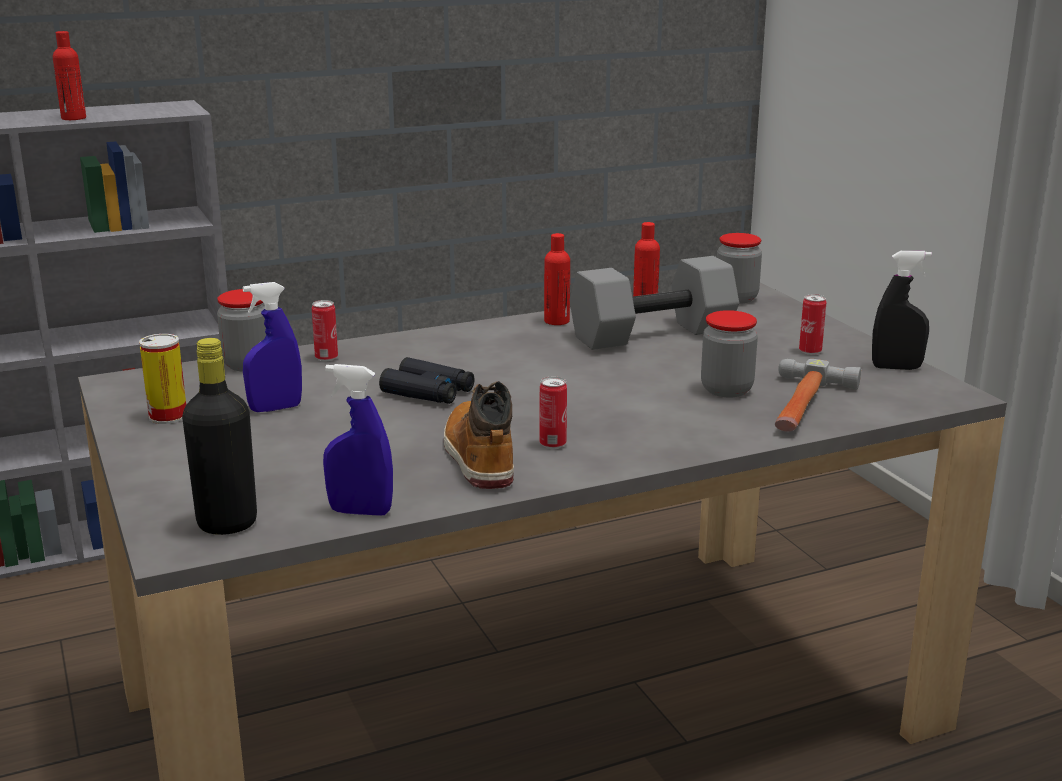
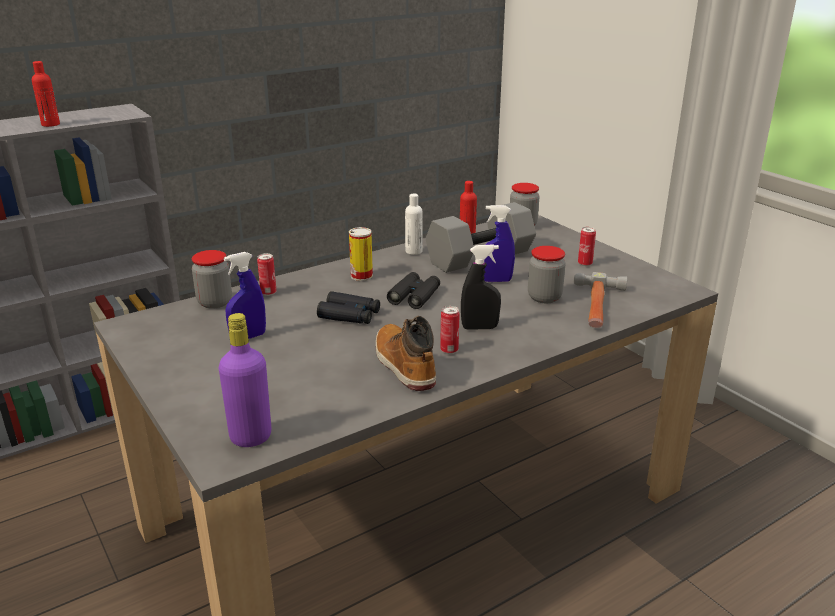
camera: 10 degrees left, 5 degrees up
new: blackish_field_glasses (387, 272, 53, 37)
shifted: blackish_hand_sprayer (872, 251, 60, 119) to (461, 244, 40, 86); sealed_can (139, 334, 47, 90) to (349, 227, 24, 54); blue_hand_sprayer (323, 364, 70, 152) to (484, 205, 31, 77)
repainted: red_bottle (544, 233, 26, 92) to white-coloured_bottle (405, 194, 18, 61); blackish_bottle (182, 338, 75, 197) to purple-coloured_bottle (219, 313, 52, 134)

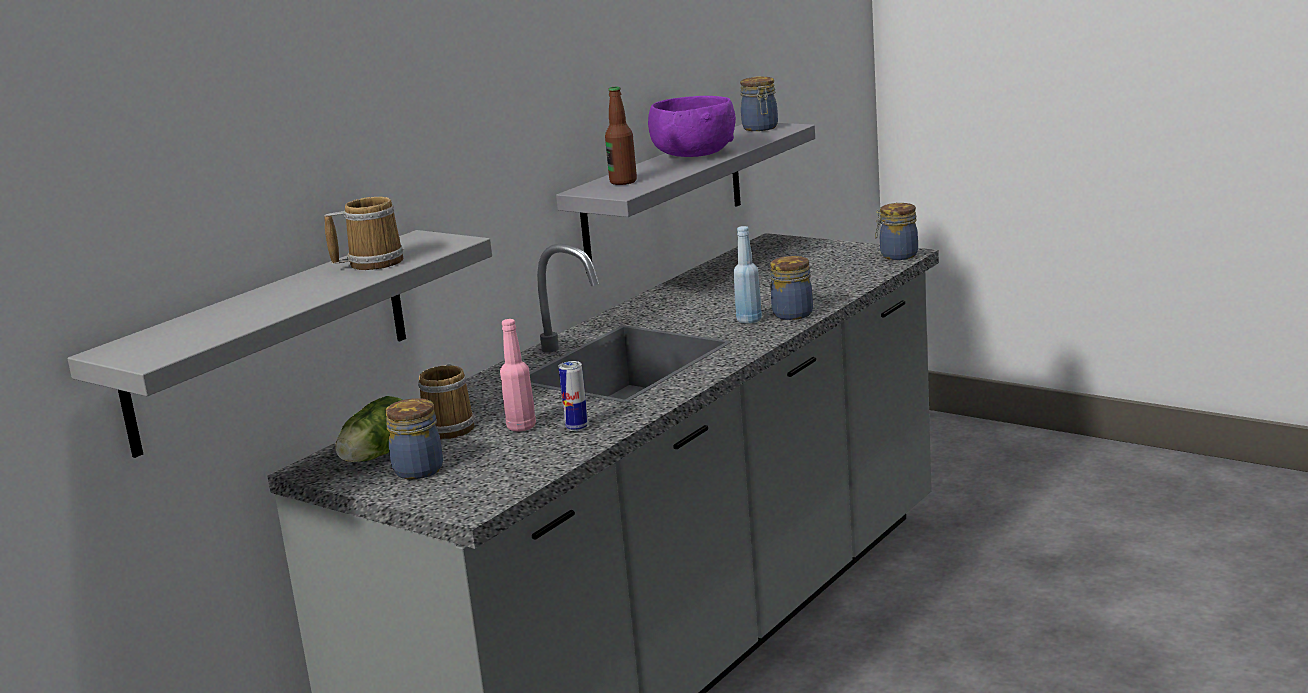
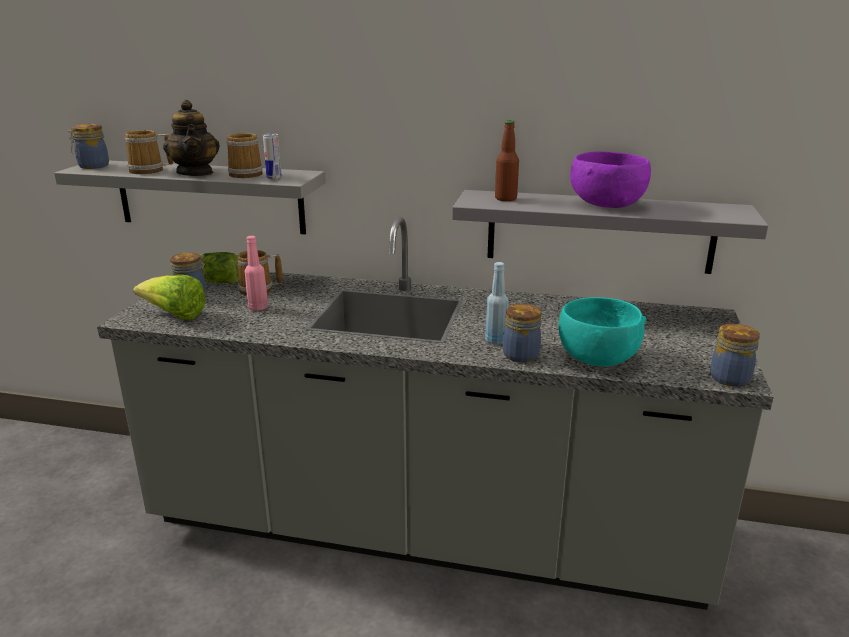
camera: 65 degrees right, 5 degrees up
new: pot_for_tea (163, 100, 57, 76); tea_mug (125, 130, 48, 44); lettuce (133, 275, 73, 45); turquoise_serving_bowl (559, 297, 87, 69)
shifted: storage_jar (740, 76, 38, 55) to (68, 124, 41, 45); sealed_can (558, 361, 30, 70) to (263, 133, 18, 47)

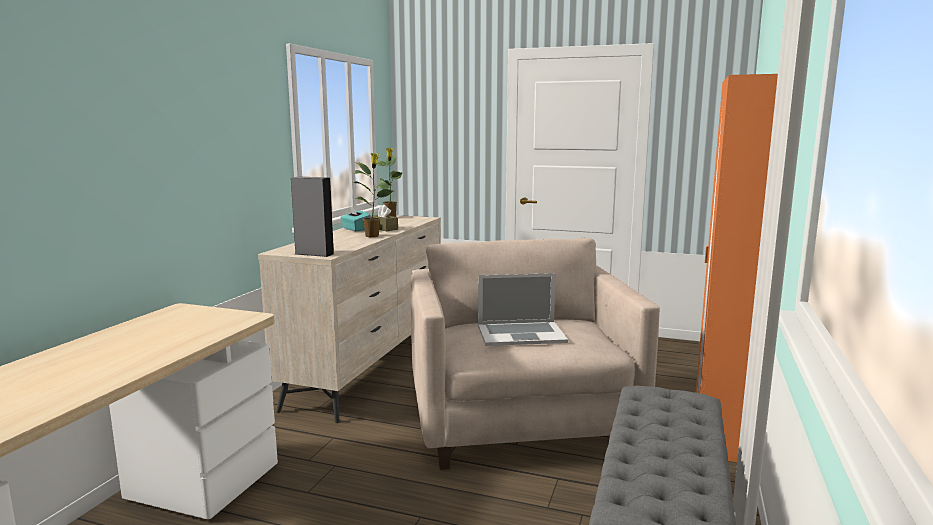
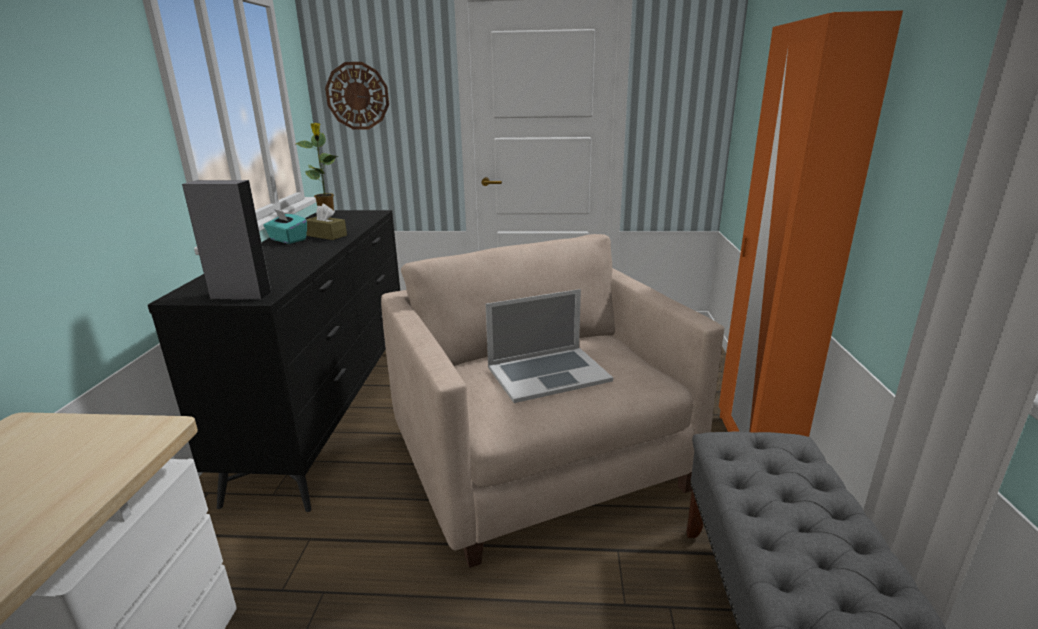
camera: 15 degrees left, 10 degrees up
gone: plant_in_a_pot (353, 153, 40, 84)
new: hanging_clock (325, 62, 64, 68)
repainted: sand-coloured_dresser (258, 215, 183, 208) to blackish_dresser (148, 210, 252, 302)

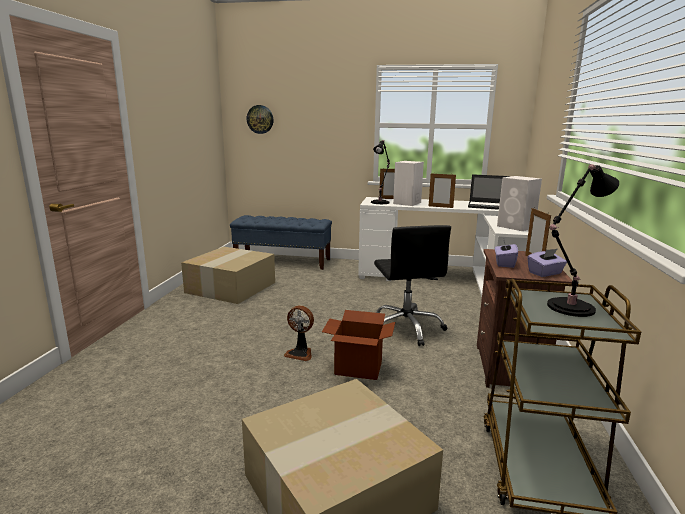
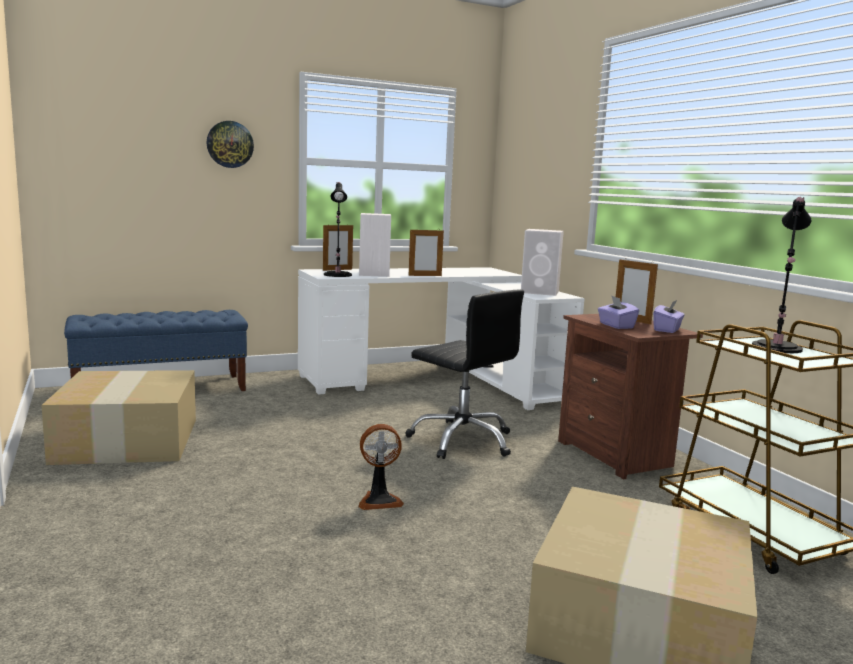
camera: 35 degrees left, 5 degrees down
gone: portable_computer (468, 174, 42, 36); packing_box (322, 310, 73, 70)
shifted: hanging_clock (247, 105, 27, 29) to (207, 121, 47, 47)

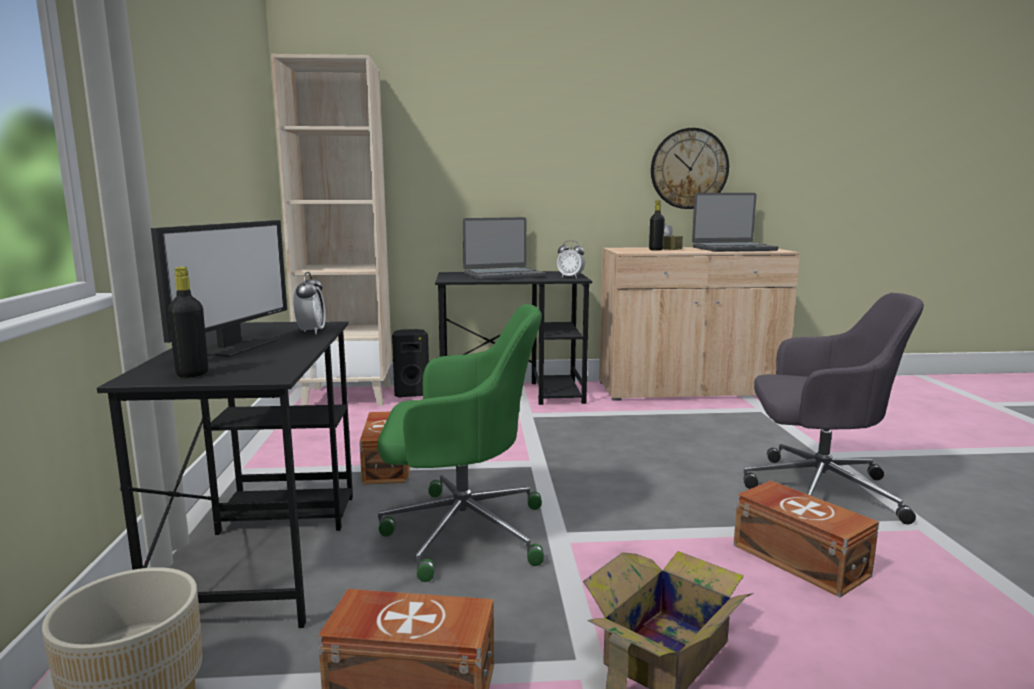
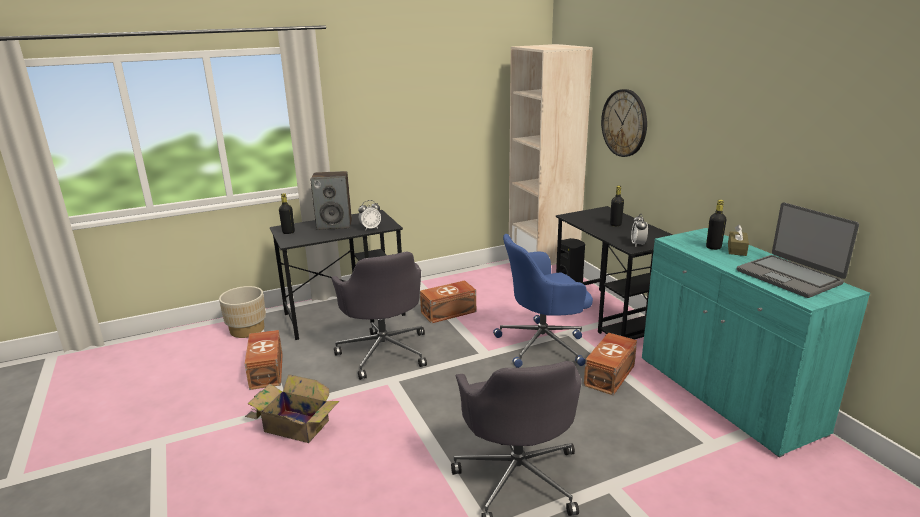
camera: 70 degrees right, 10 degrees up
new: blue_computer_chair (493, 234, 100, 134)
shifted: hanging_clock (651, 128, 78, 81) to (601, 89, 46, 68); brown-coloured_storage_box (733, 480, 146, 117) to (584, 332, 53, 63)
swapped: portable_computer (463, 217, 83, 63) to blackish_bottle (610, 186, 14, 40); monitor (151, 220, 136, 137) to loudspeaker (310, 171, 42, 59)
repainted: sand-coloured_cabinet (599, 247, 201, 154) to turquoise_cabinet (642, 228, 228, 230); greenish_computer_chair (378, 304, 166, 278) to gray_computer_chair (331, 251, 96, 129)

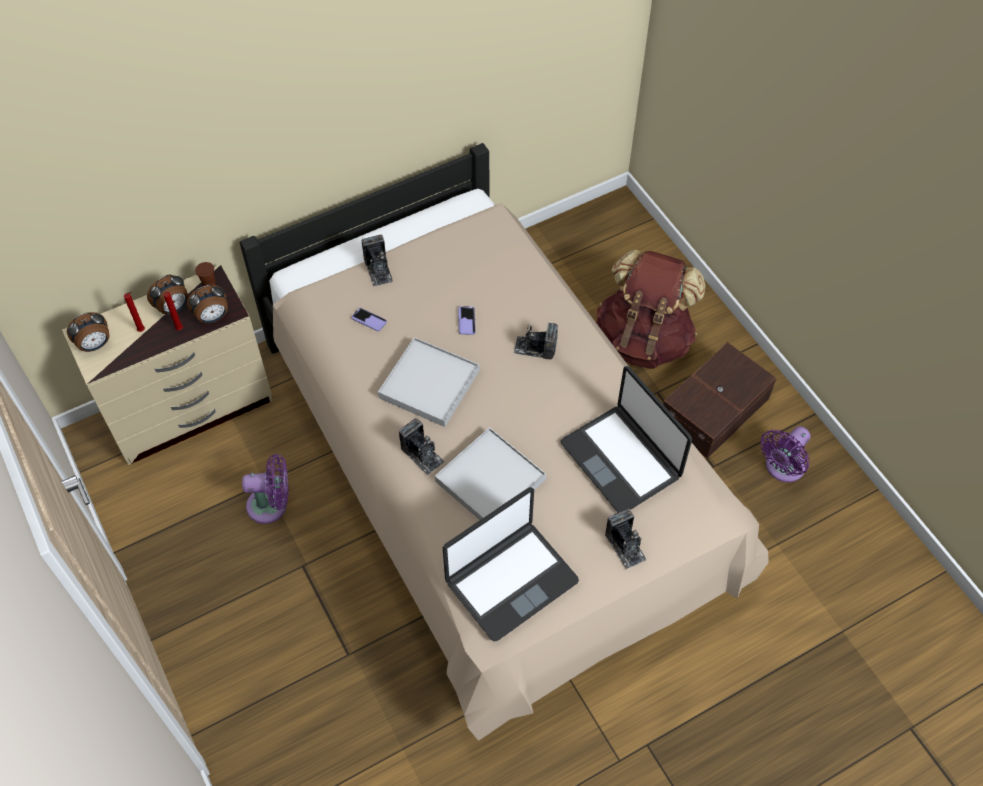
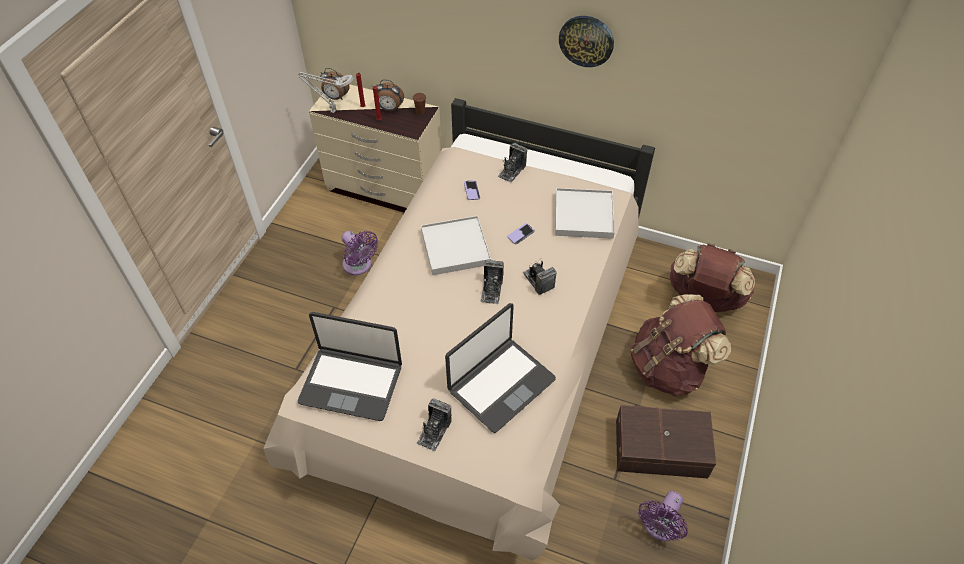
camera: 50 degrees right, 5 degrees down
gone: bedside_clock (187, 285, 41, 38)
new: hanging_clock (559, 16, 55, 51); gray_lamp_for_a_table (298, 72, 55, 41); brown-coloured_knapsack (669, 243, 86, 69)
shifted: still_camera (399, 418, 45, 57) to (480, 260, 24, 44); white-coloured_tray (435, 427, 111, 93) to (555, 188, 60, 51)
rotated: portable_computer (561, 366, 131, 147) = (445, 303, 111, 130) 150 degrees counterclockwise; purple-coloured_fan (760, 426, 51, 56) = (638, 491, 50, 50) 60 degrees counterclockwise

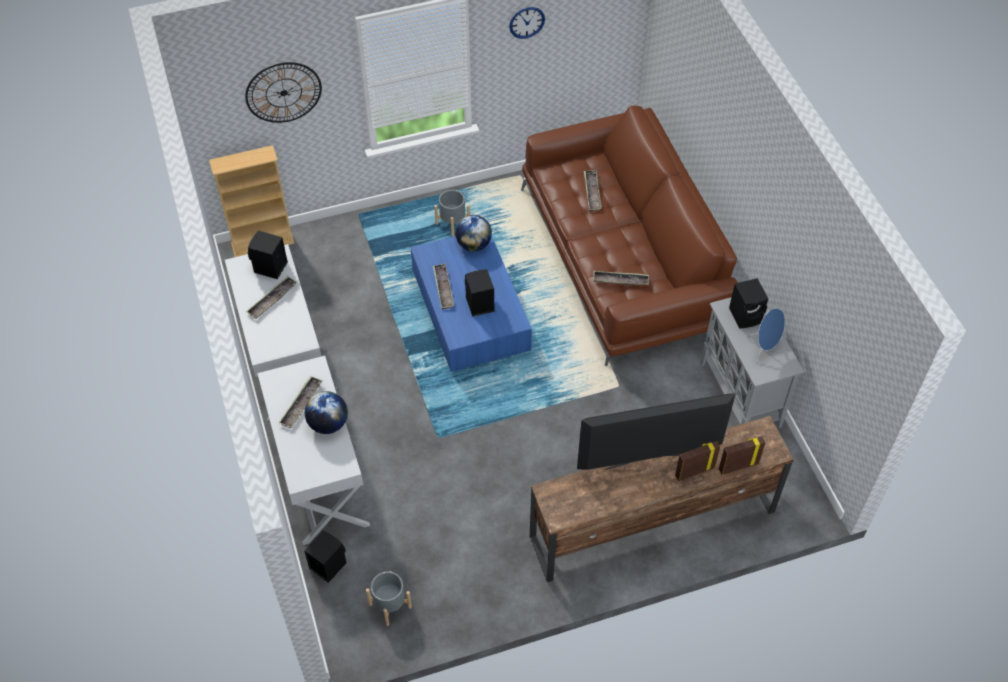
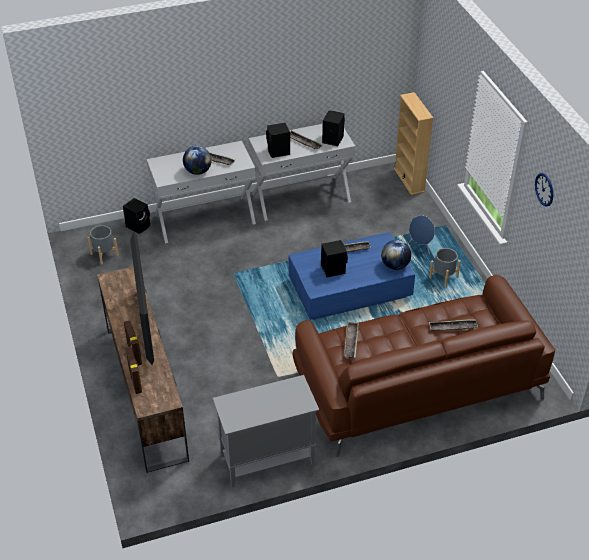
camera: 90 degrees right, 10 degrees down
gone: hanging_clock (245, 62, 77, 61)
shifted: blackish_loudspeaker (729, 278, 39, 50) to (266, 123, 24, 35); blue_loudspeaker (746, 308, 39, 55) to (409, 215, 26, 39)

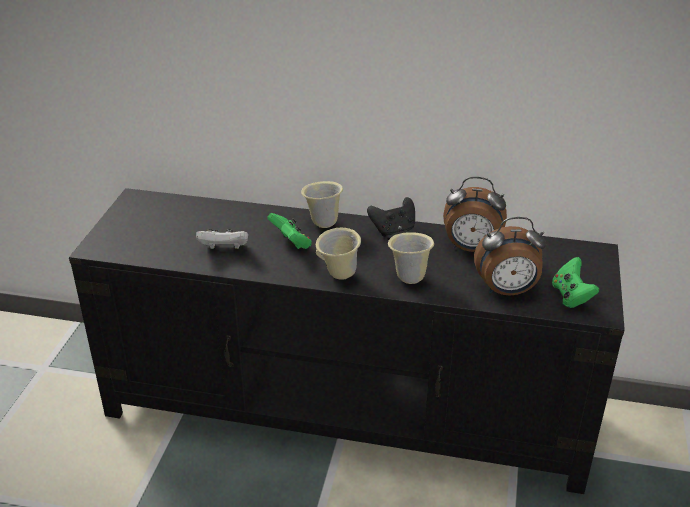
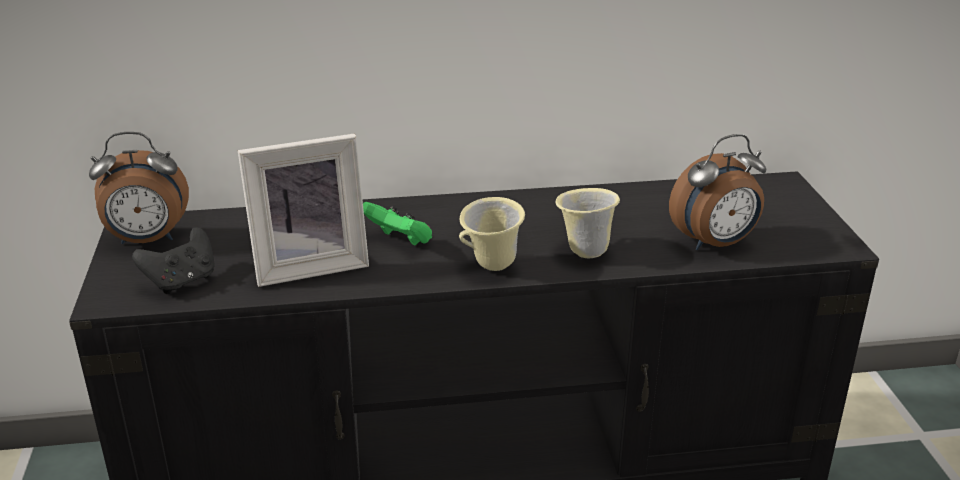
camera: 20 degrees left, 5 degrees down
gone: sand-coloured_tea_mug (301, 181, 42, 47); greenish_joypad (552, 257, 47, 51)
shifted: bedside_clock (443, 177, 64, 75) to (89, 132, 100, 112); blackish_joypad (367, 197, 48, 40) to (132, 227, 83, 67)
swapped: white-coloured_joypad (196, 229, 52, 20) to standing_frame (238, 134, 131, 153)

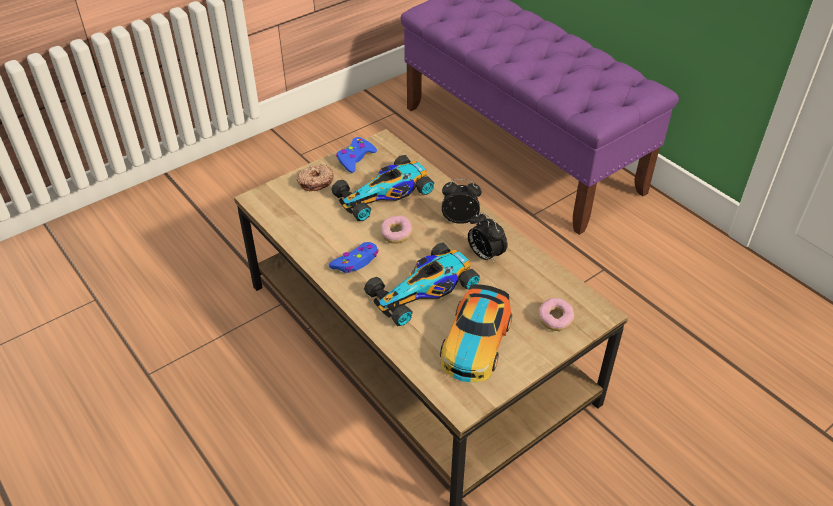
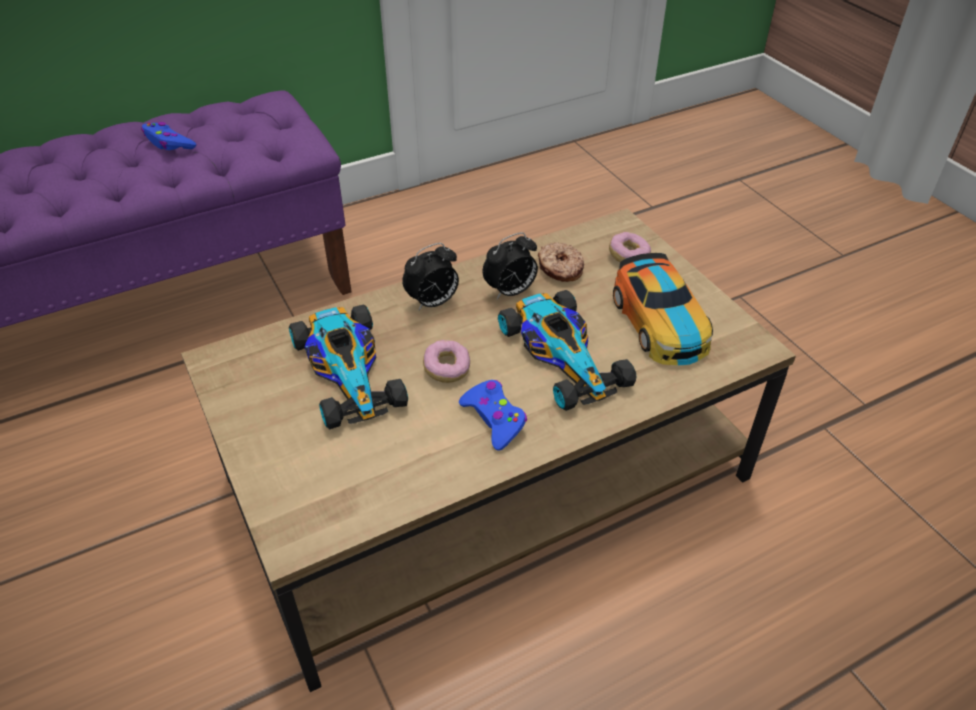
camera: 80 degrees left, 0 degrees up
shifted: blue_joypad (336, 137, 41, 36) to (141, 122, 55, 28); donut (296, 164, 38, 27) to (538, 242, 46, 40)
rotated: bedside_clock (442, 179, 39, 45) = (402, 243, 57, 68) 135 degrees counterclockwise; miniature_car (440, 284, 72, 98) = (613, 253, 100, 113) 45 degrees clockwise

